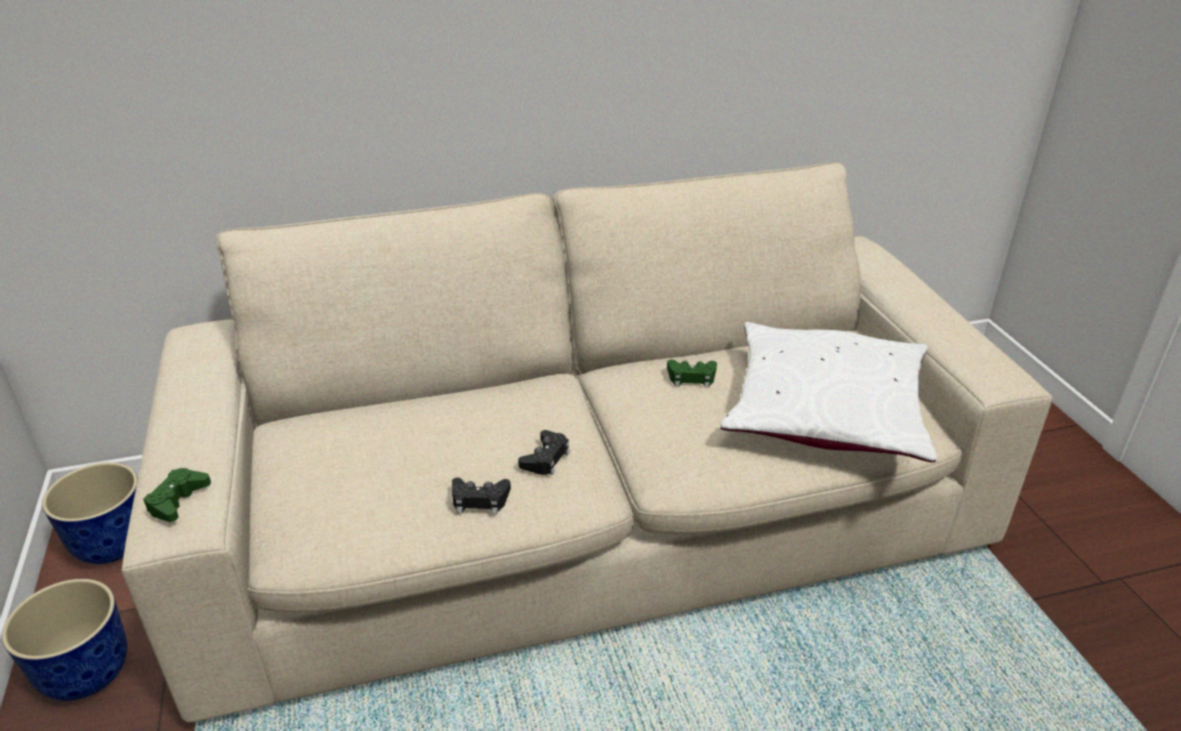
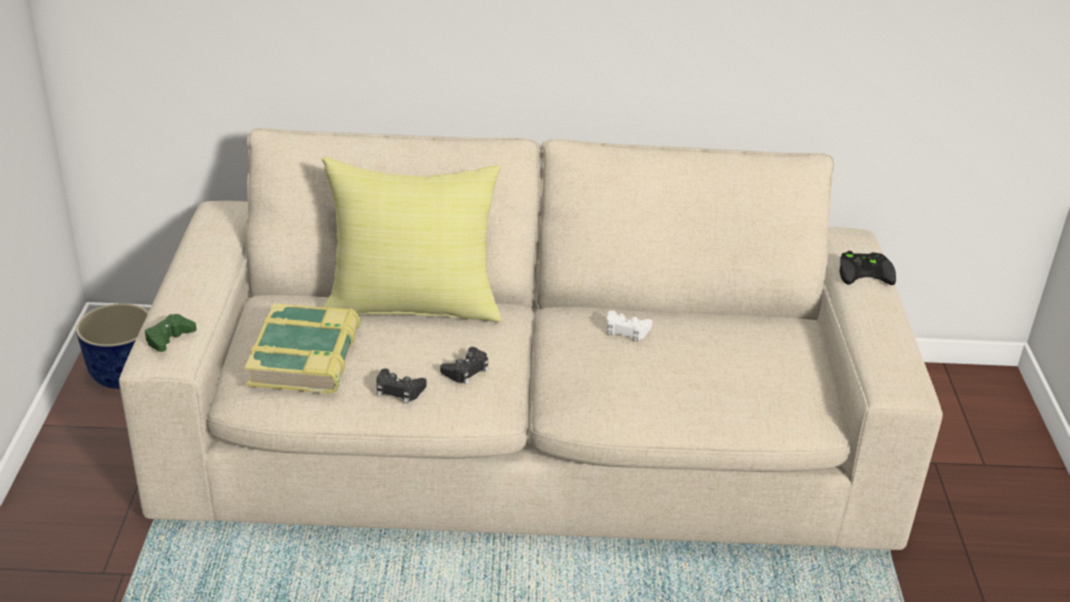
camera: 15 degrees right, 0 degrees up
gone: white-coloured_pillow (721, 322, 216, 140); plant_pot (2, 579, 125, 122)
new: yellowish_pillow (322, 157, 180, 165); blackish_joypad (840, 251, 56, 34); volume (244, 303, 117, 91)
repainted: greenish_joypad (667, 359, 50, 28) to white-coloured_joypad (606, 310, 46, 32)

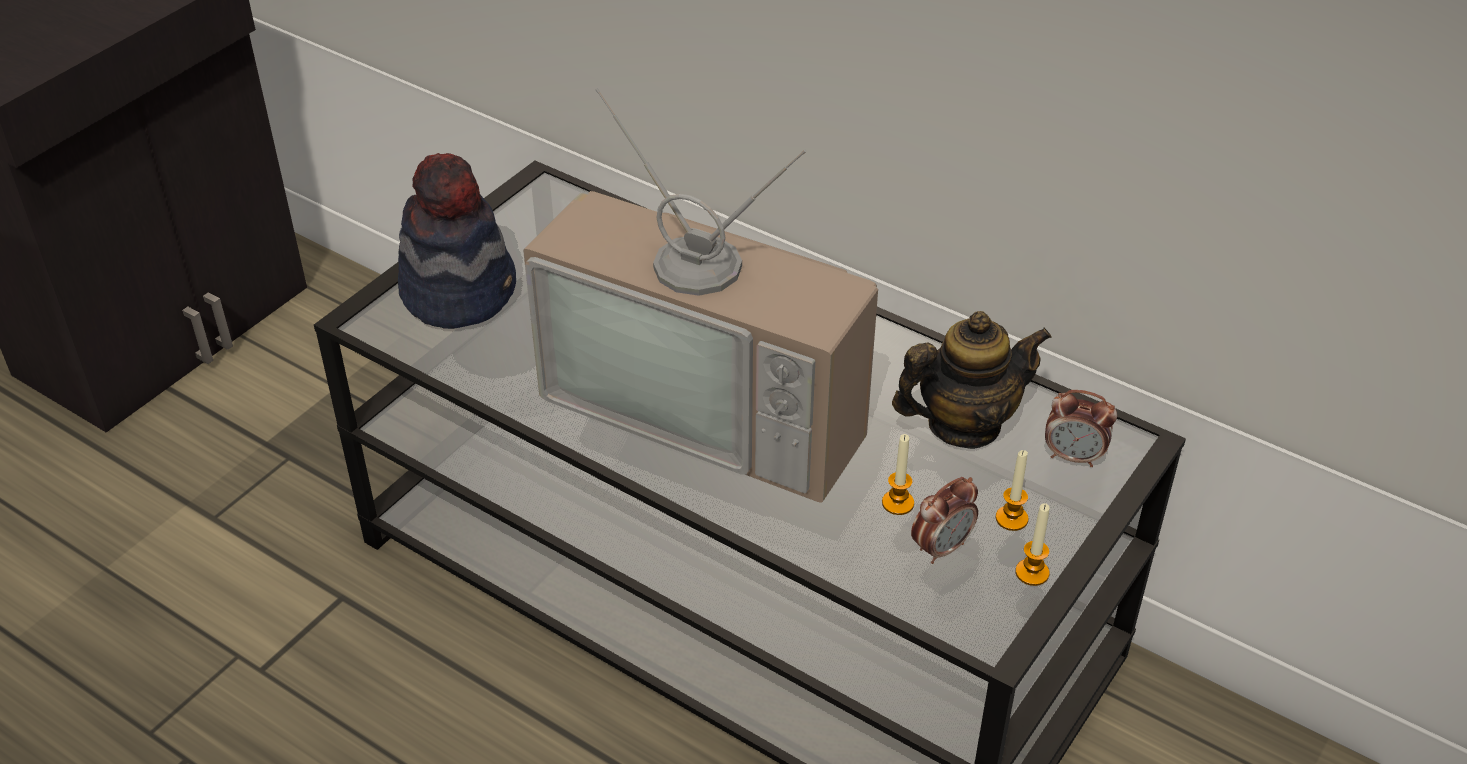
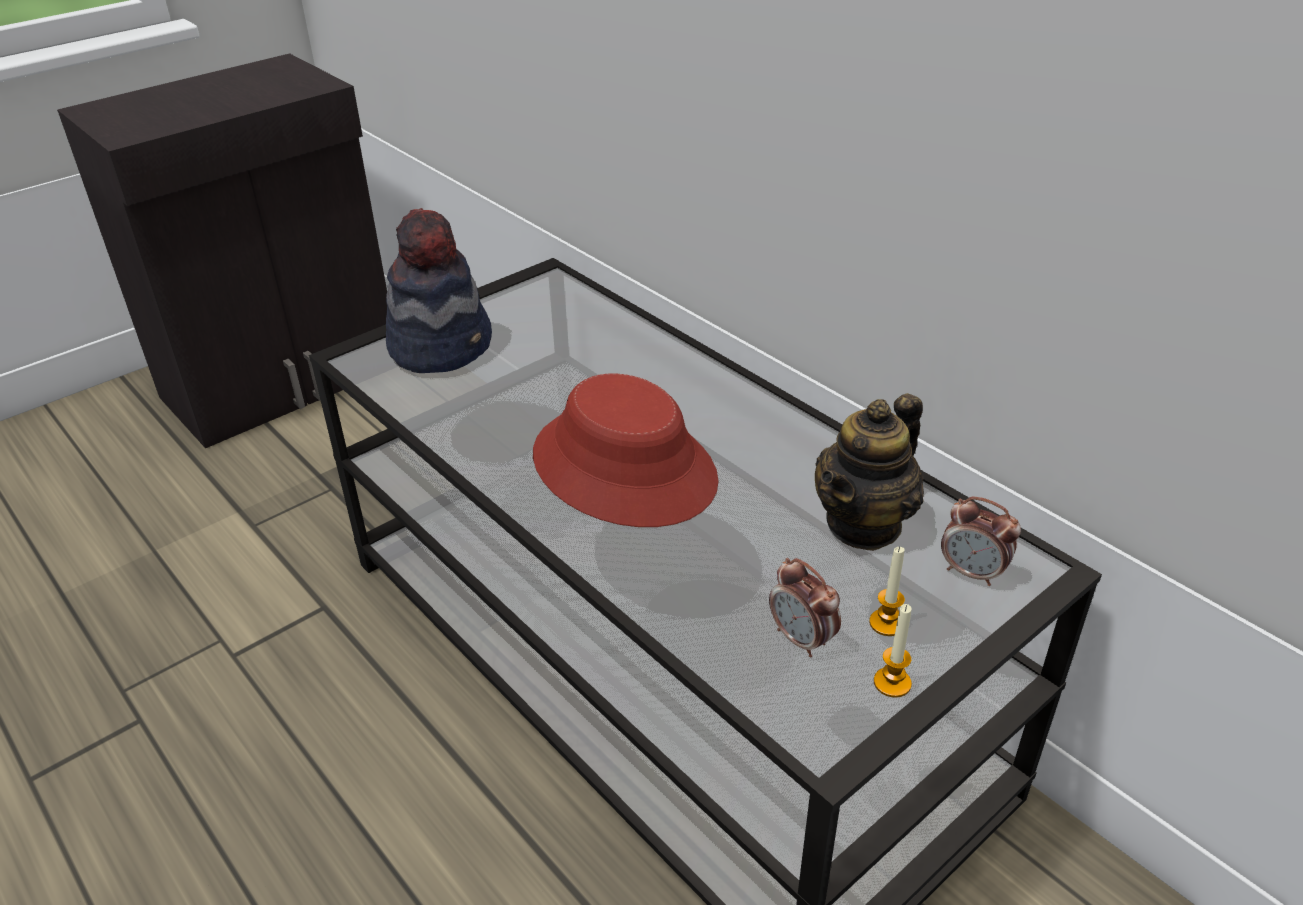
camera: 15 degrees right, 5 degrees down
gone: wax_candle (882, 434, 32, 81)
swapped: TV_set (523, 88, 355, 415) to red_hat (533, 374, 186, 153)
rotated: pot_for_tea (892, 311, 160, 138) = (815, 393, 109, 158) 135 degrees clockwise; bedside_clock (911, 477, 67, 87) = (769, 558, 72, 100) 75 degrees clockwise

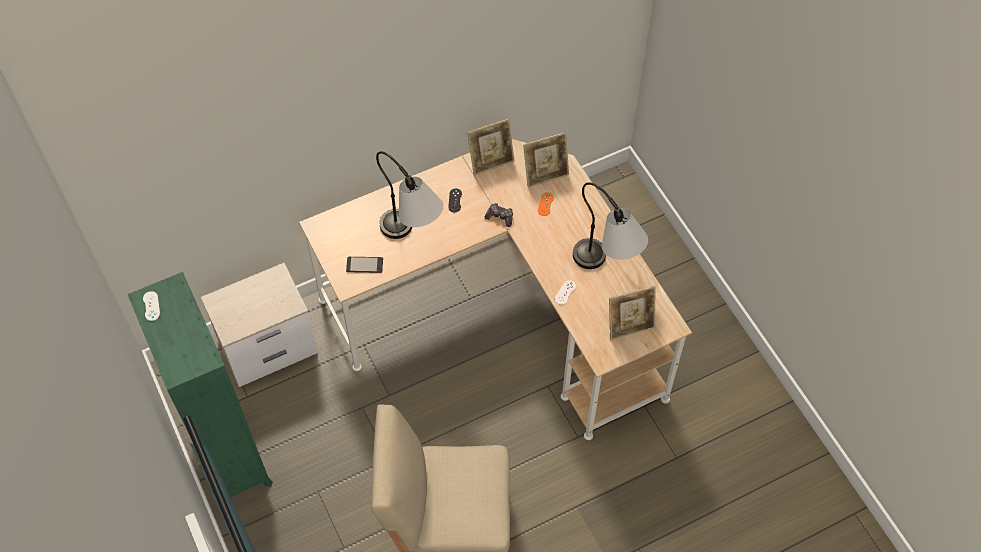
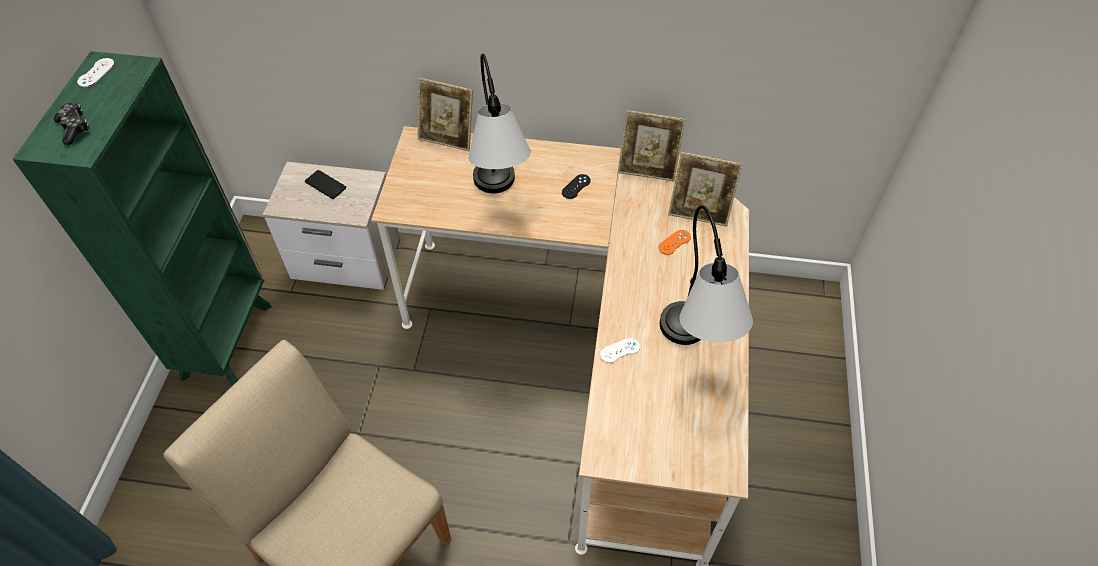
camera: 35 degrees right, 5 degrees down
shifted: joypad (485, 203, 28, 24) to (54, 103, 35, 42); phone (346, 257, 37, 16) to (305, 170, 41, 29); standing_frame (609, 286, 47, 54) to (418, 78, 55, 73)

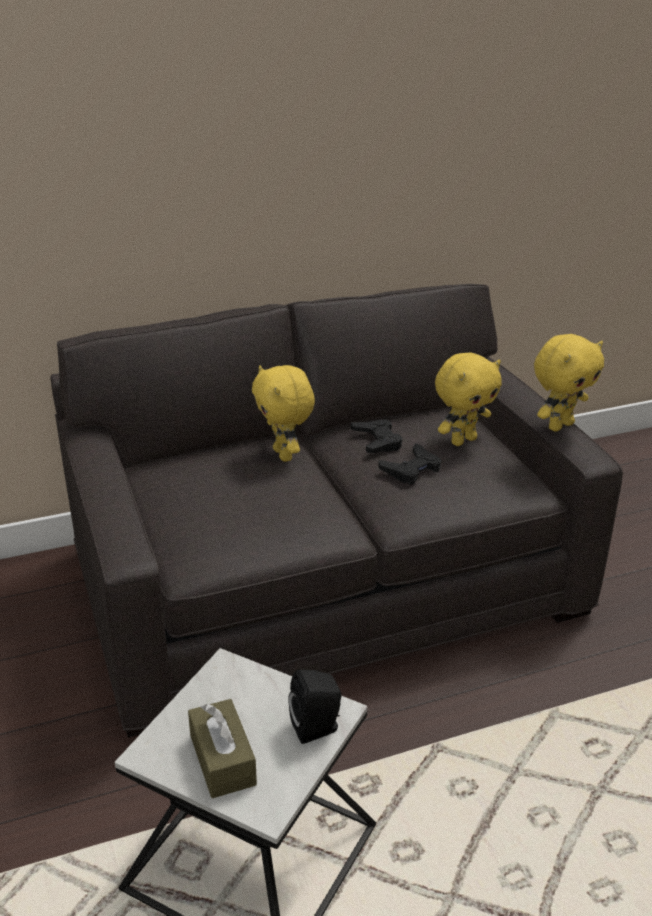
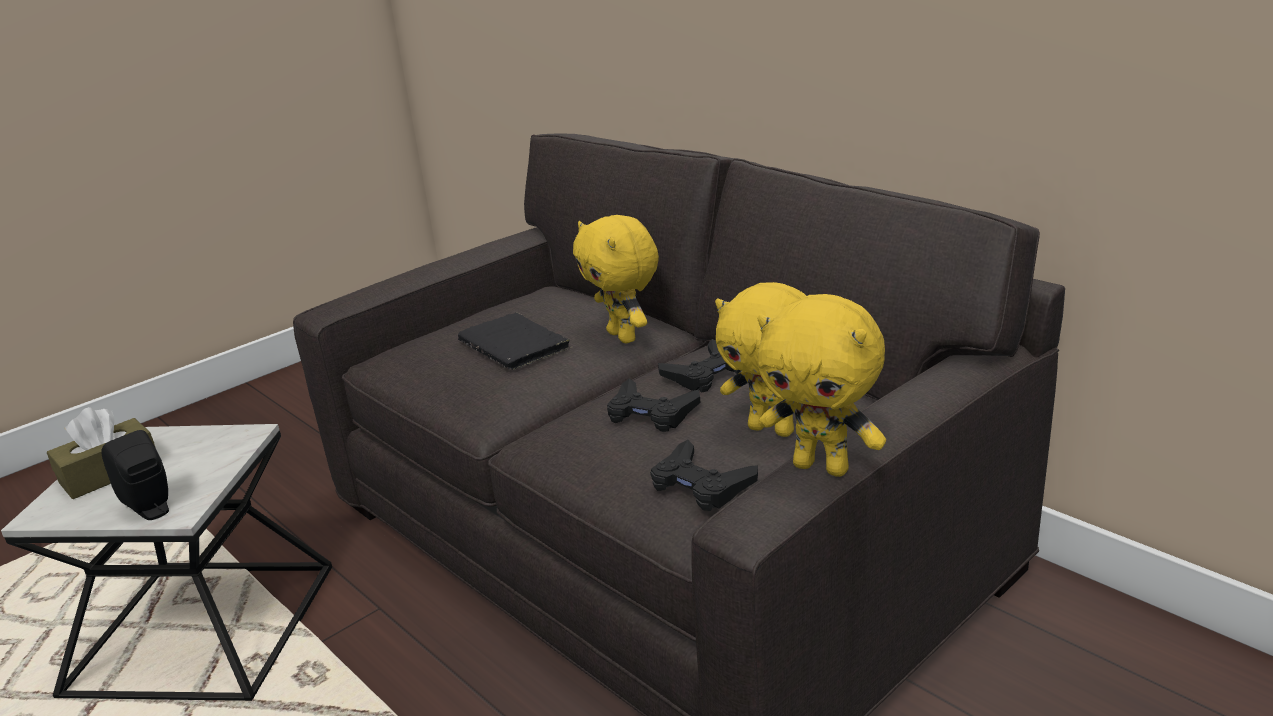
camera: 70 degrees right, 5 degrees down
new: blackish_volume (458, 312, 113, 58); blackish_joypad (650, 440, 108, 71)
rotated: yellowish_plush_toy (252, 365, 63, 97) = (573, 215, 86, 128) 75 degrees counterclockwise

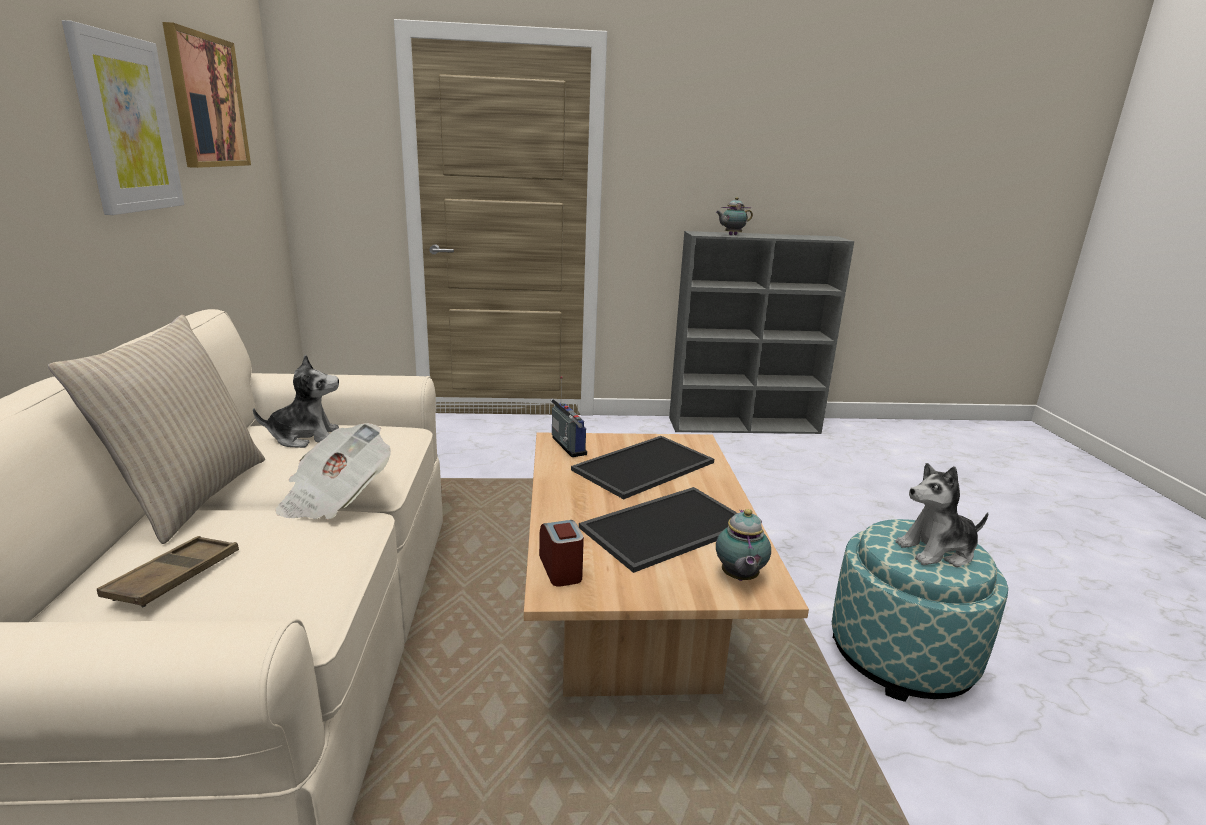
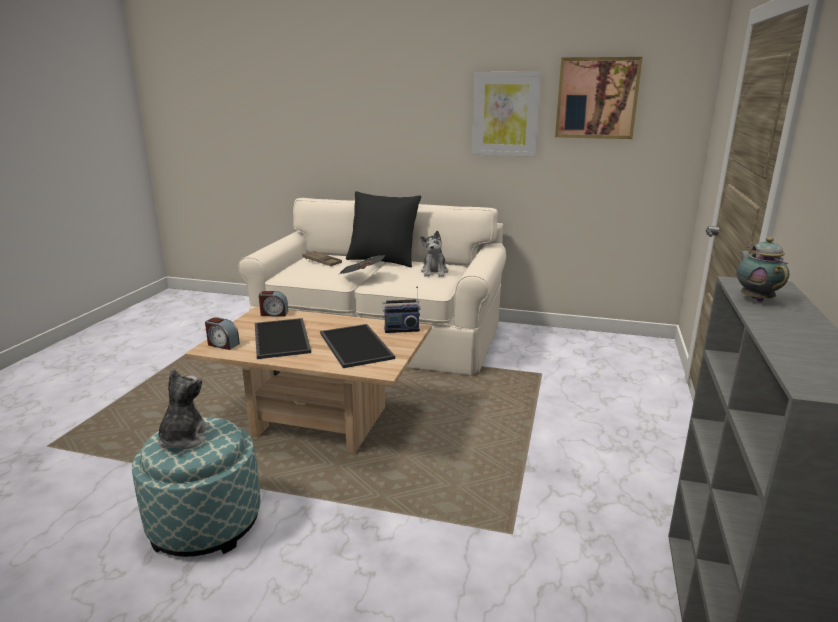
camera: 110 degrees right, 0 degrees up
swapped: pot_for_tea (716, 509, 55, 72) to bedside_clock (205, 317, 35, 33)
repainted: sand-coloured_pillow (48, 315, 217, 229) to blackish_pillow (346, 191, 75, 76)

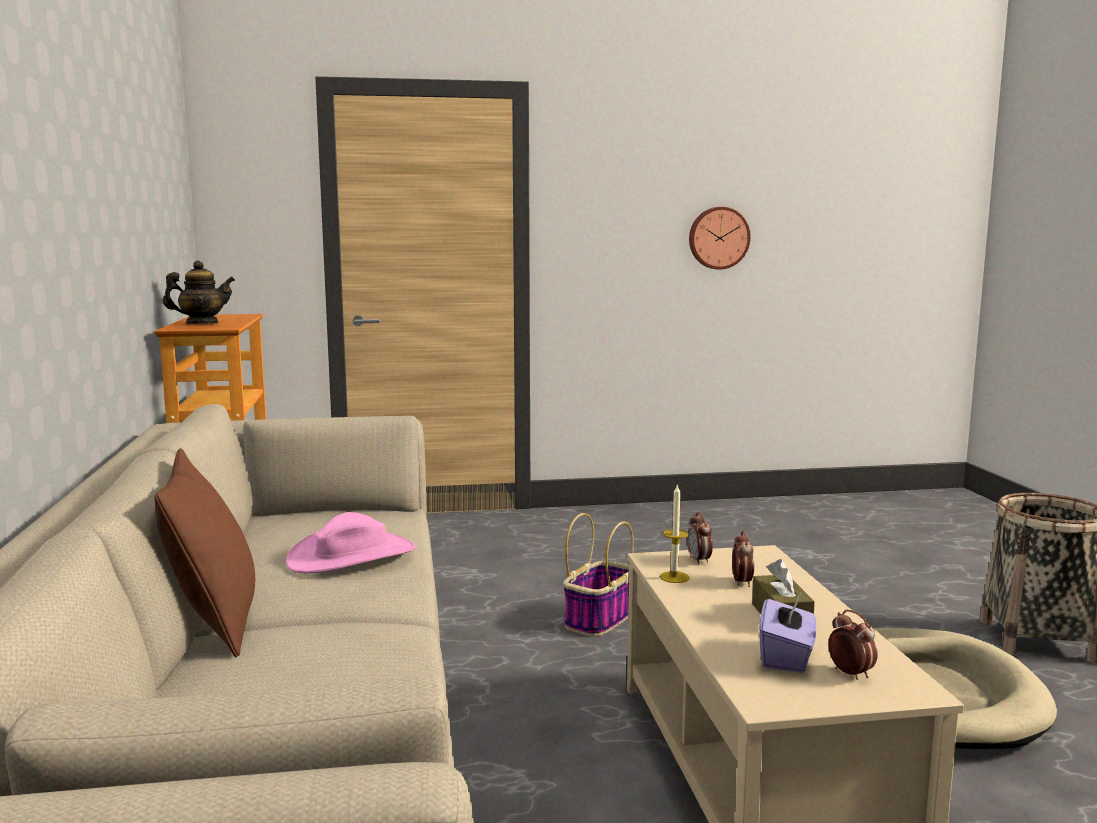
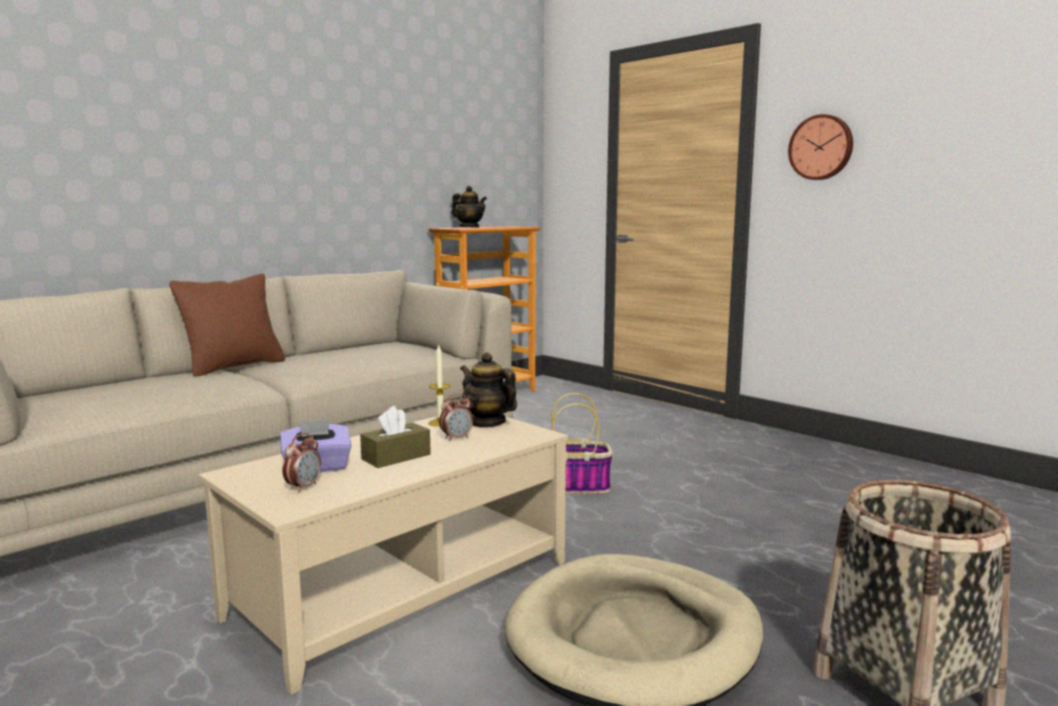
camera: 55 degrees right, 0 degrees up
gone: pink-coloured_hat (286, 512, 130, 61)
shifted: hanging_clock (689, 207, 62, 63) to (788, 114, 65, 66)
swapped: bedside_clock (687, 512, 26, 53) to pot_for_tea (460, 352, 57, 76)

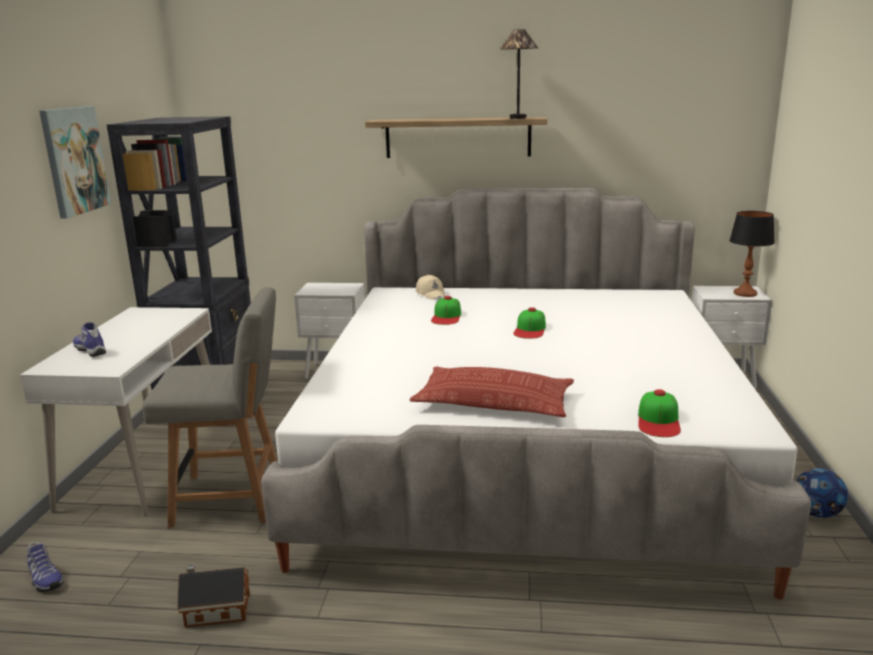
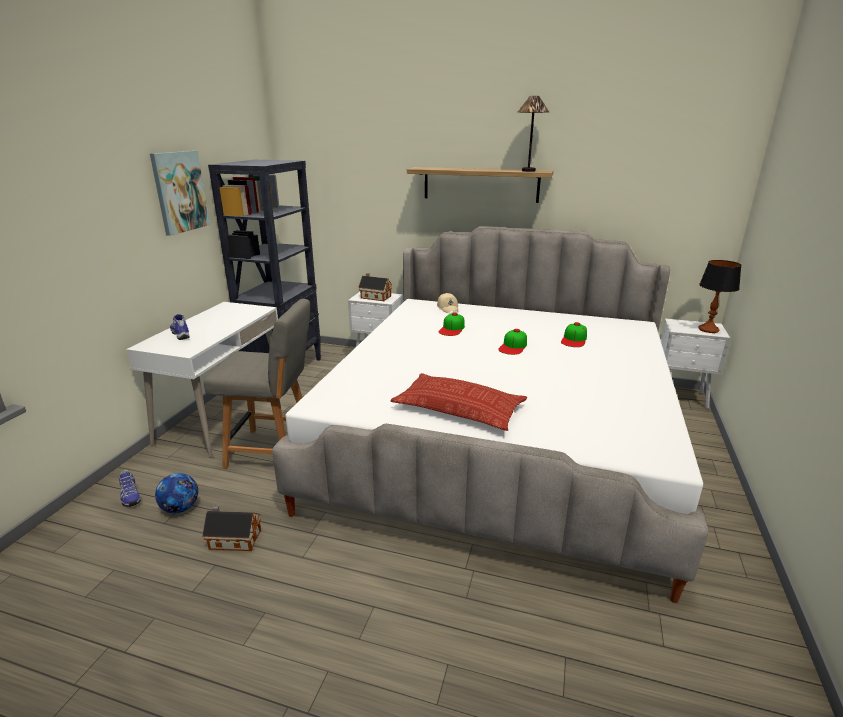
camera: 10 degrees right, 5 degrees up
new: miniature_house (358, 273, 34, 28)
shifted: cap (638, 389, 43, 48) to (561, 322, 26, 25); football_ball (796, 468, 52, 50) to (155, 473, 43, 40)

